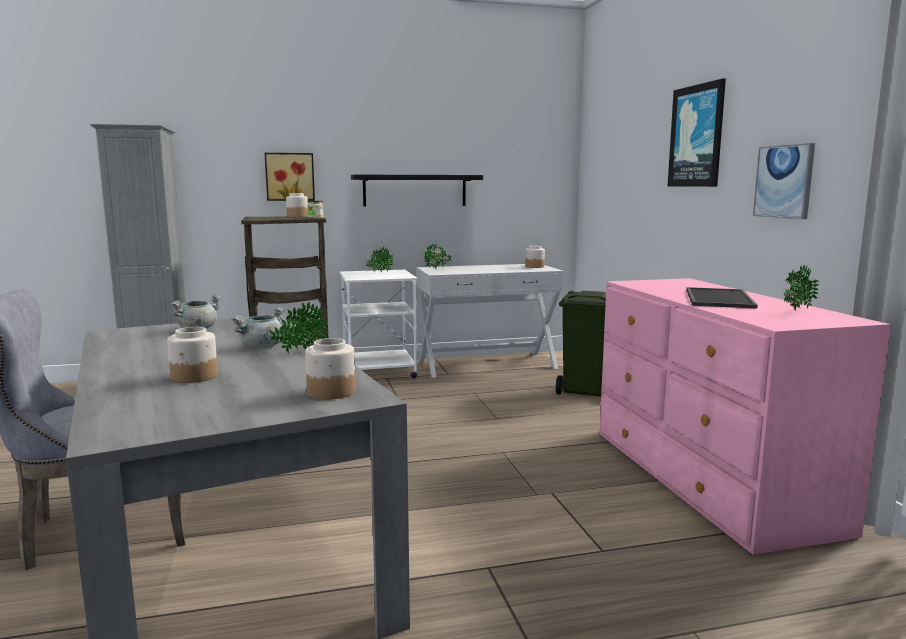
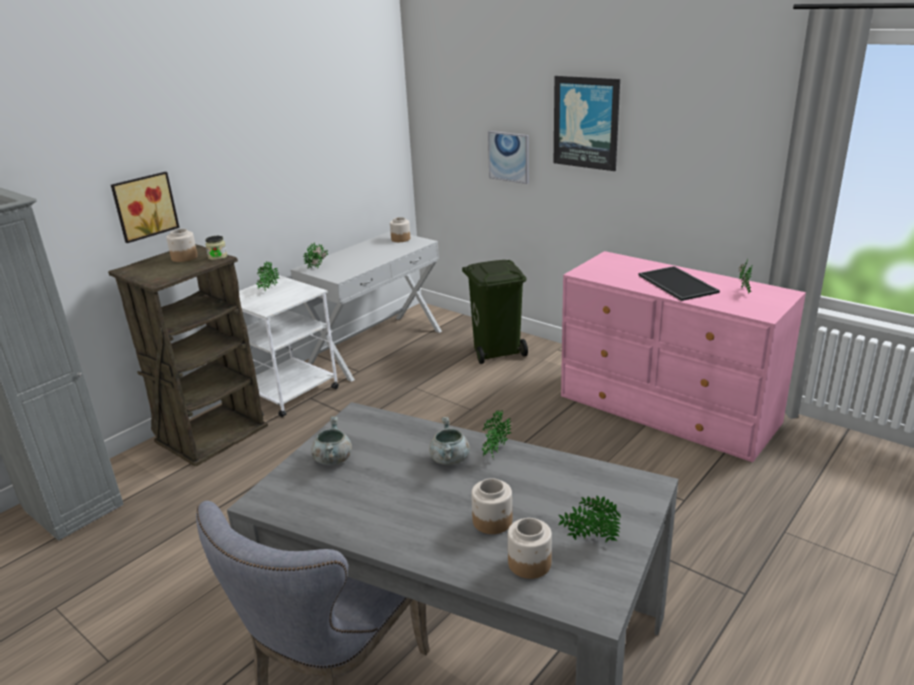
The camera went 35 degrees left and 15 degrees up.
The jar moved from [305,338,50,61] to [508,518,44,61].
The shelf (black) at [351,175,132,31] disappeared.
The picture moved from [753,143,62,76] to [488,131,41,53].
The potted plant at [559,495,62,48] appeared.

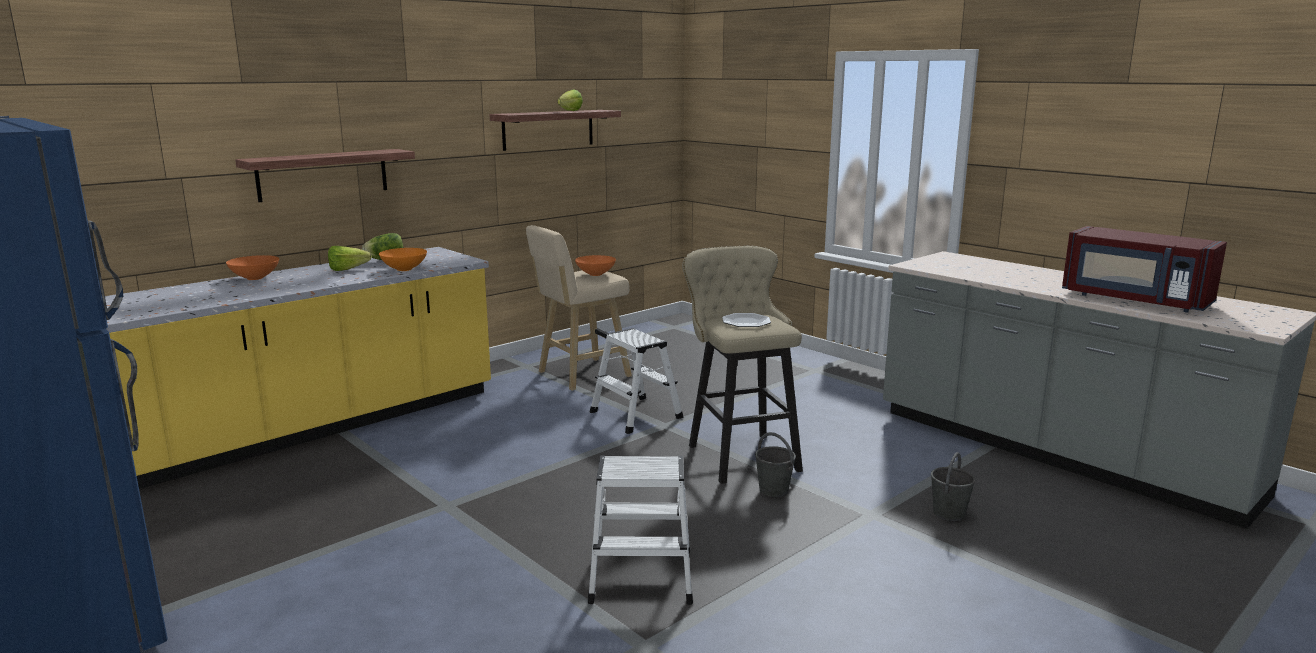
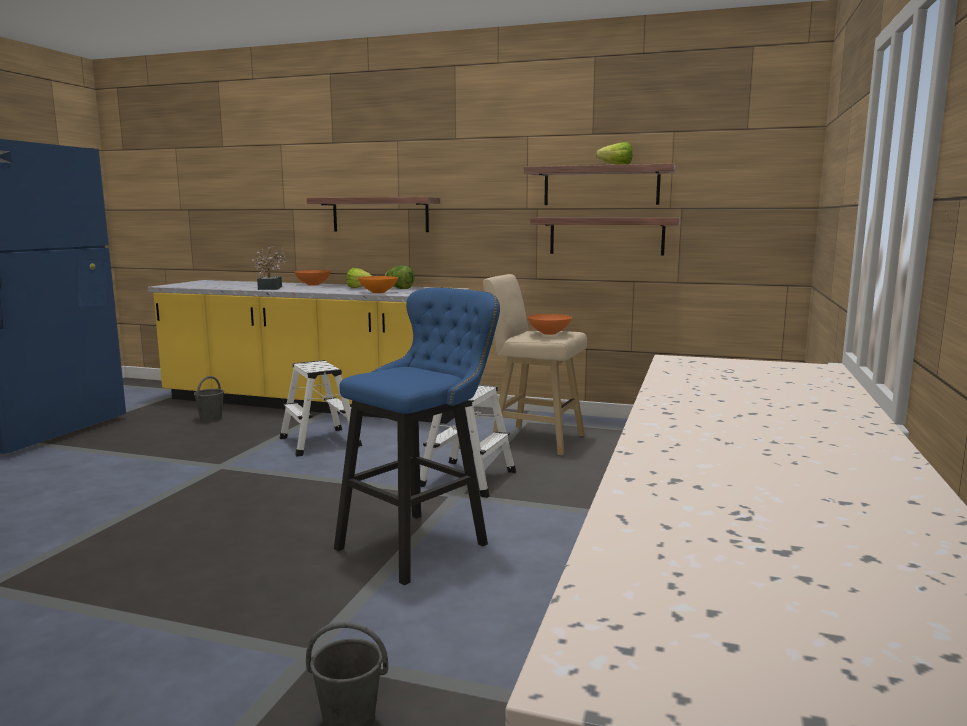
The camera went 60 degrees right and 5 degrees down.
The step ladder (white) moved from [588,455,105,150] to [279,360,83,97].
The stool (beige) at [682,245,121,239] became the stool (blue) at [334,287,166,298].
The plate at [722,313,49,14] disappeared.
The bucket (grey) moved from [755,432,41,65] to [194,376,30,46].
The microwave (red) at [1062,226,165,86] disappeared.
The potted plant at [253,246,33,44] appeared.
The shelf at [530,218,150,38] appeared.

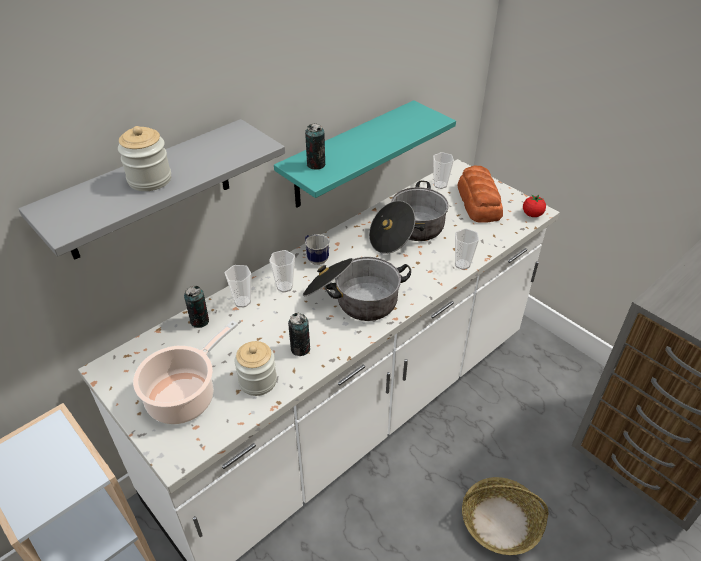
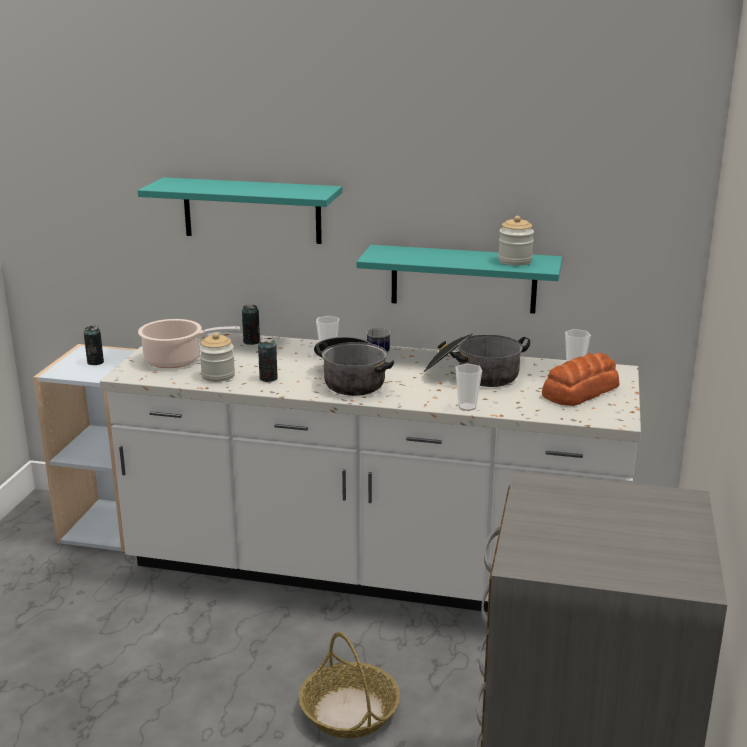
The camera went 55 degrees right and 20 degrees down.
The shelf (grey) at [19,119,266,141] became the shelf (turquoise) at [138,177,204,67].
The jar moved from [118,126,53,65] to [498,216,36,50].
The cup at [225,265,26,42] disappeared.
The can moved from [305,123,20,47] to [84,326,20,39].
The tomato at [523,194,23,23] disappeared.

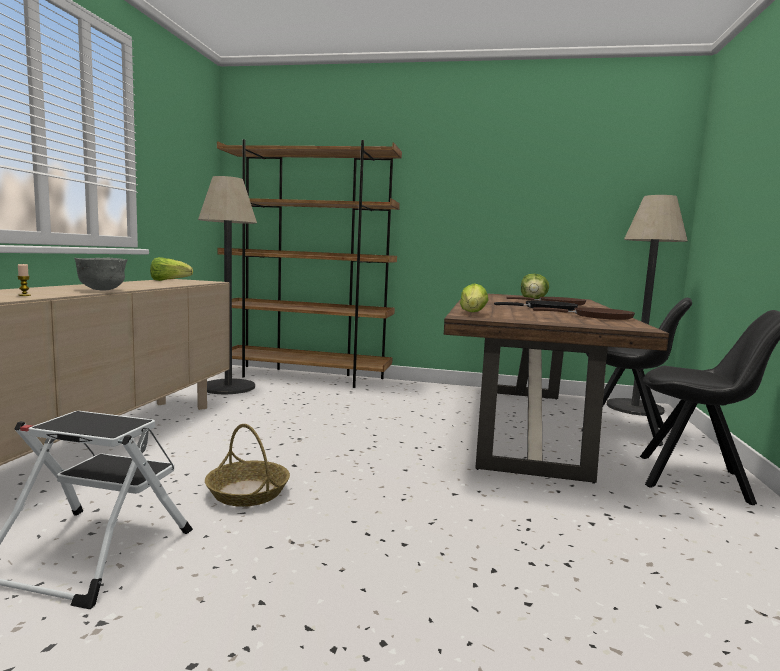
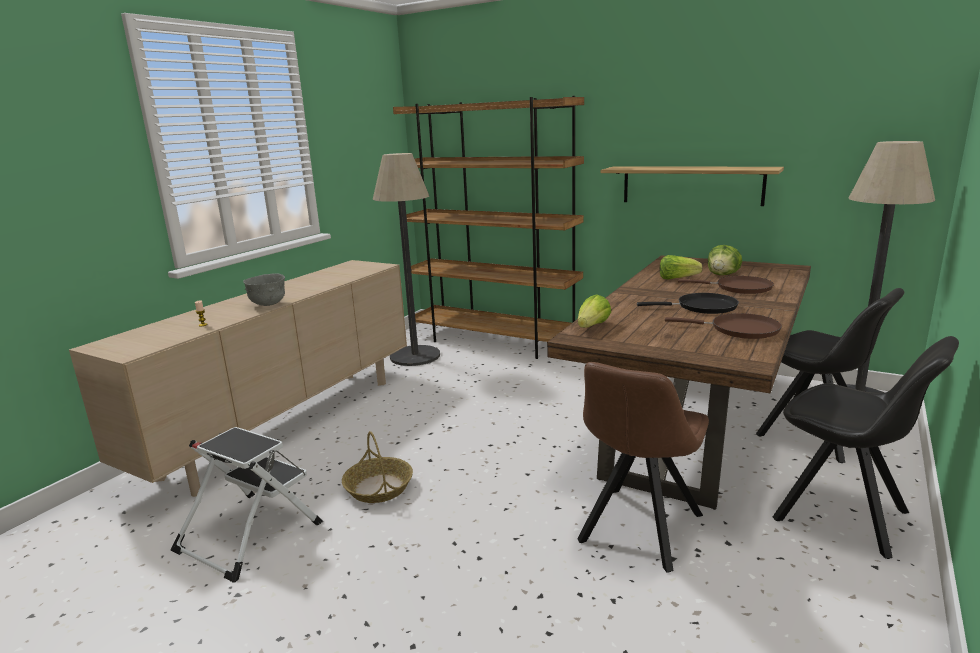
The camera went 20 degrees right and 10 degrees up.
The lettuce moved from [150,257,43,24] to [660,255,42,25].
The chair (brown) at [577,362,132,210] appeared.
The shelf at [601,167,183,39] appeared.

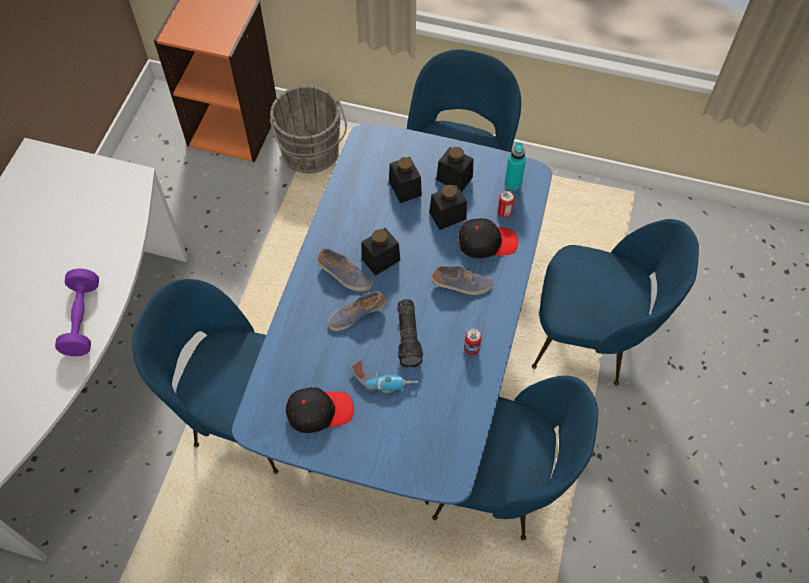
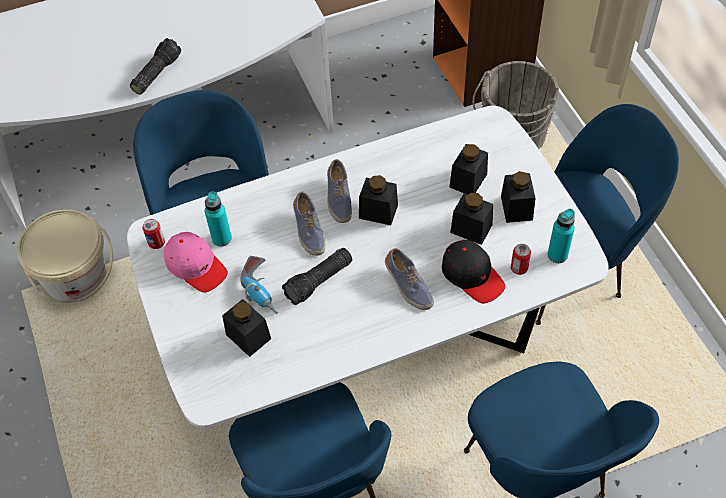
The camera went 55 degrees right and 5 degrees down.
The dumbbell (purple) at [55,269,44,87] was replaced by the flashlight at [130,38,51,57].
The dining table (blue) at [232,124,320,381] became the dining table (white) at [127,106,482,323].
The cap (black) at [286,387,68,46] became the cap (pink) at [163,232,65,61].
The shoe at [328,291,58,40] turned 135 degrees counterclockwise.
The can moved from [464,329,18,26] to [142,219,23,30].
The bucket (beige) at [17,209,96,94] appeared.
The bottle (turquoise) at [205,191,27,56] appeared.
The jar (black) at [222,299,49,58] appeared.

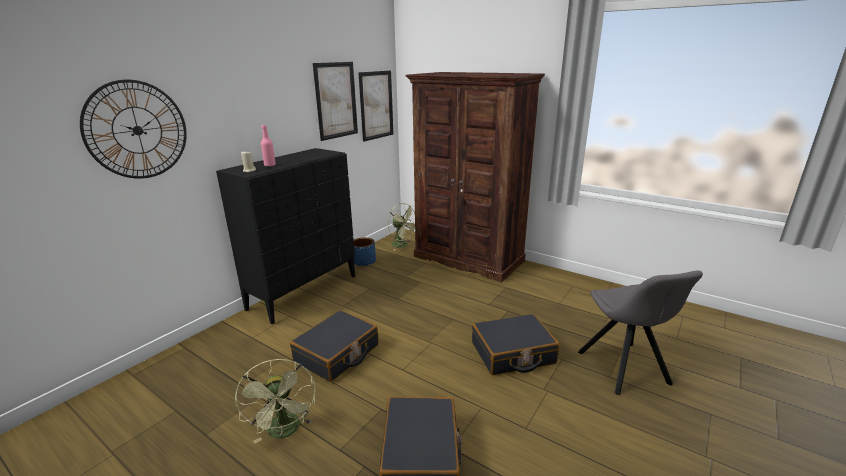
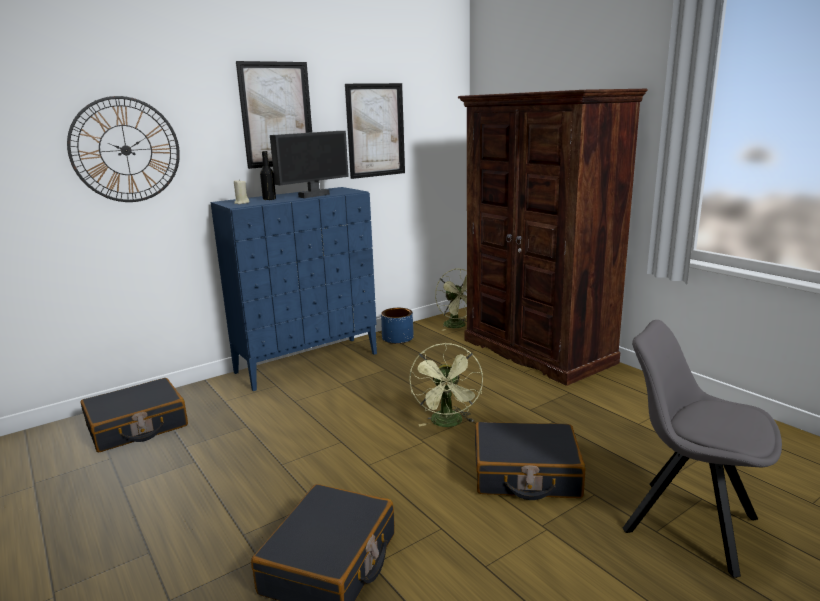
The camera went 20 degrees right and 5 degrees down.
The dresser (black) at [216,148,139,176] became the dresser (blue) at [211,187,166,204].
The fan (green) moved from [235,359,81,85] to [409,343,74,84].
The bottle (pink) at [261,125,15,42] became the bottle (black) at [260,151,16,49].
The suitcase (black) moved from [290,310,88,72] to [81,378,107,74].
The picture moved from [358,71,35,70] to [236,61,76,108].
The chair (grey) at [578,271,125,124] turned 120 degrees clockwise.
The monitor at [270,131,79,67] appeared.

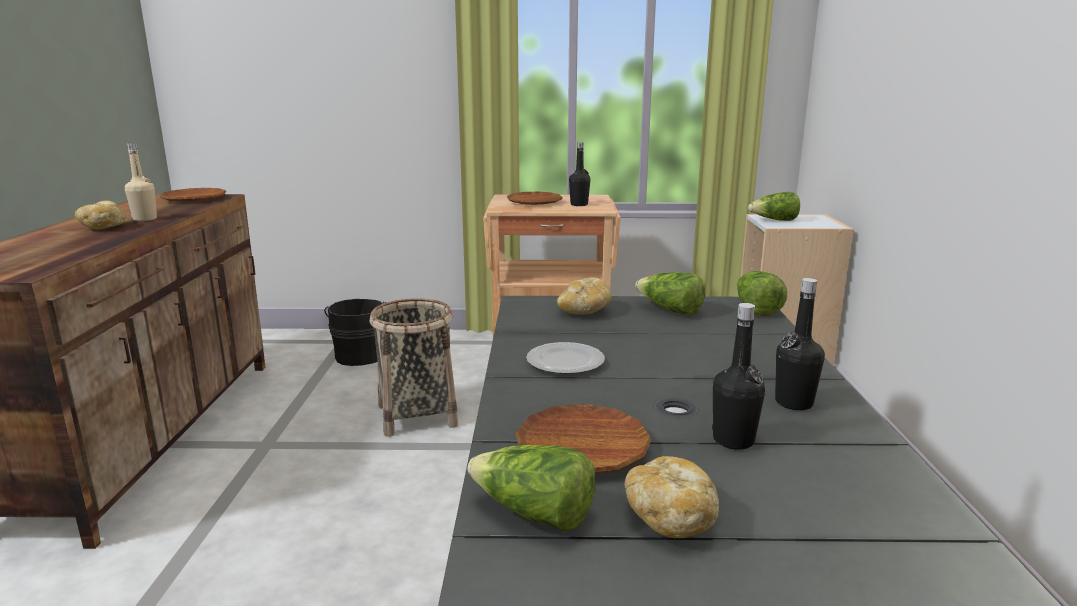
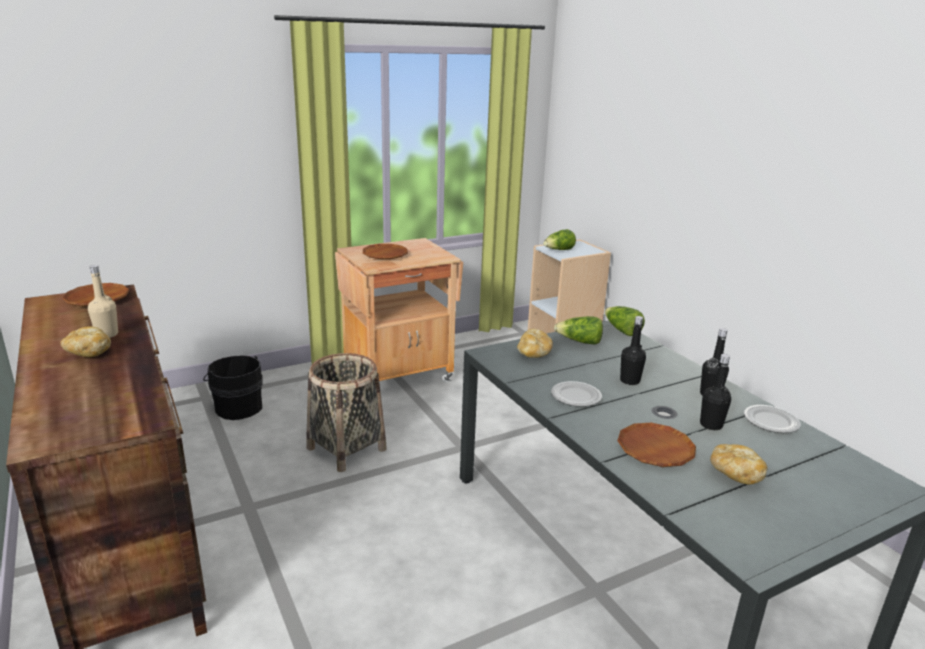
The camera went 30 degrees left and 5 degrees up.
The lettuce at [467,445,128,87] disappeared.
The bottle (black) moved from [569,142,21,64] to [620,316,26,69].
The plate at [744,405,57,28] appeared.

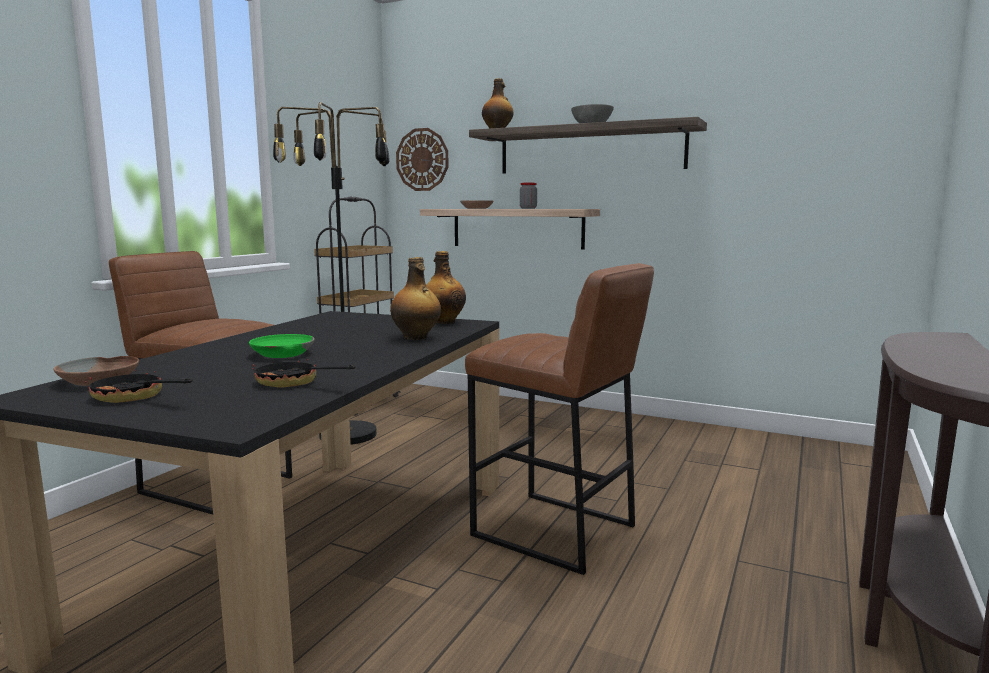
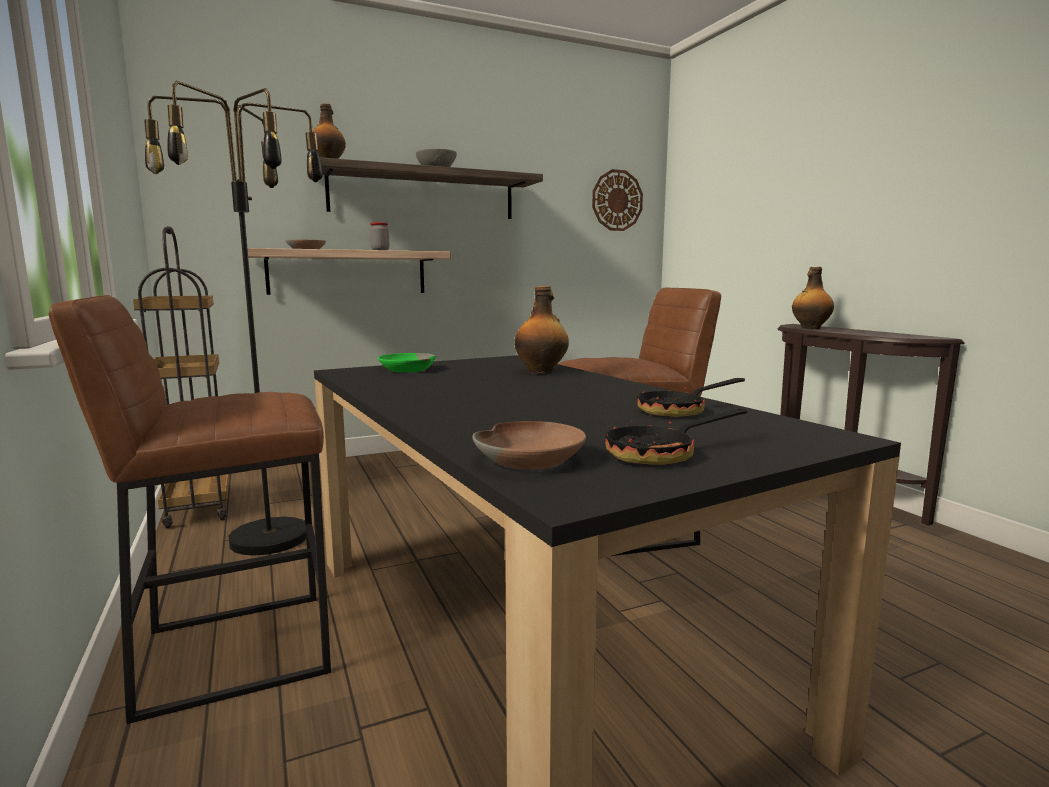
The camera went 50 degrees left and 0 degrees up.
The bowl (green) moved from [249,334,66,24] to [378,353,58,20].
The wall clock moved from [396,128,52,63] to [592,169,51,62].
The bottle moved from [426,251,40,73] to [792,267,42,62].

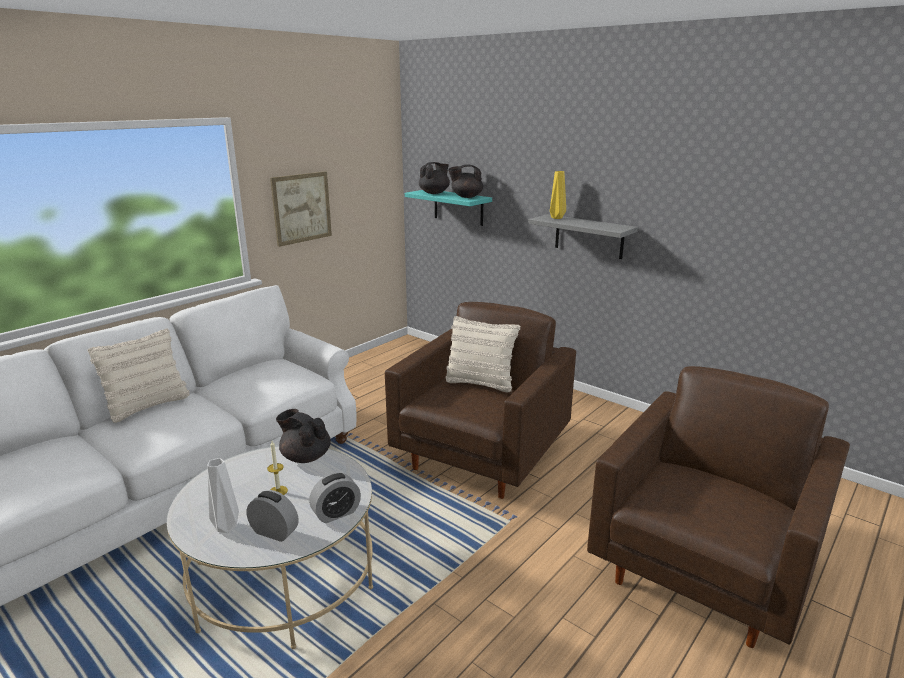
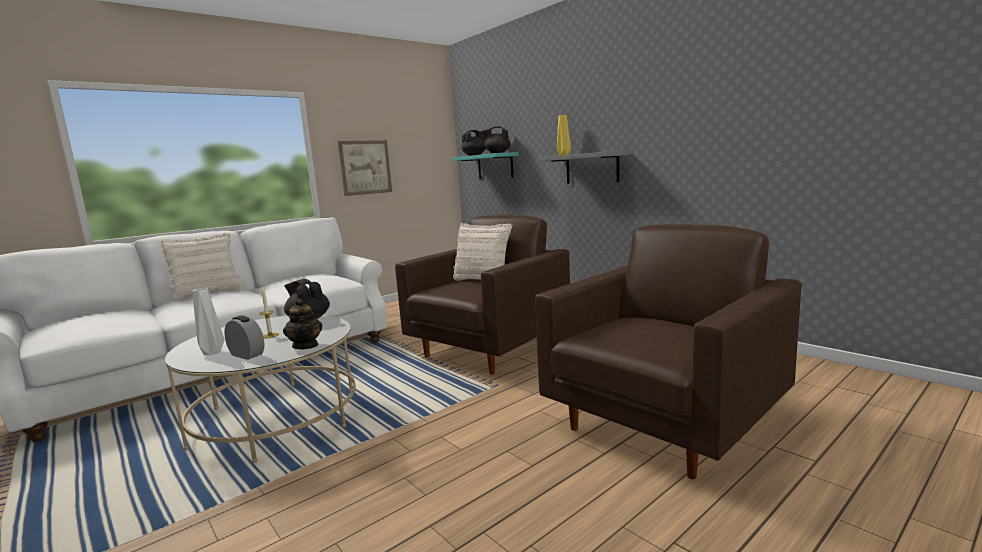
The camera went 10 degrees right and 10 degrees down.
The alarm clock at [309,473,52,50] was replaced by the teapot at [283,298,40,51].

